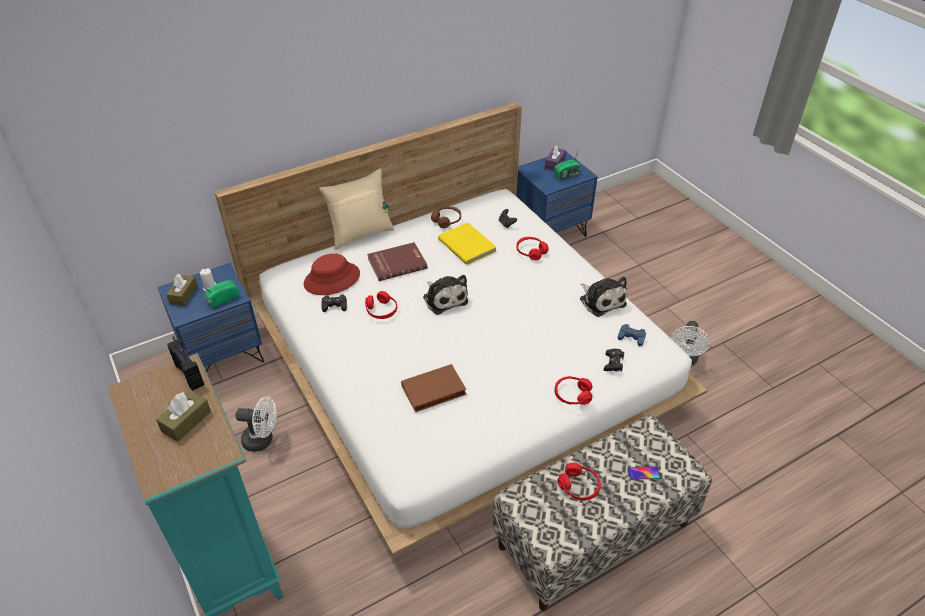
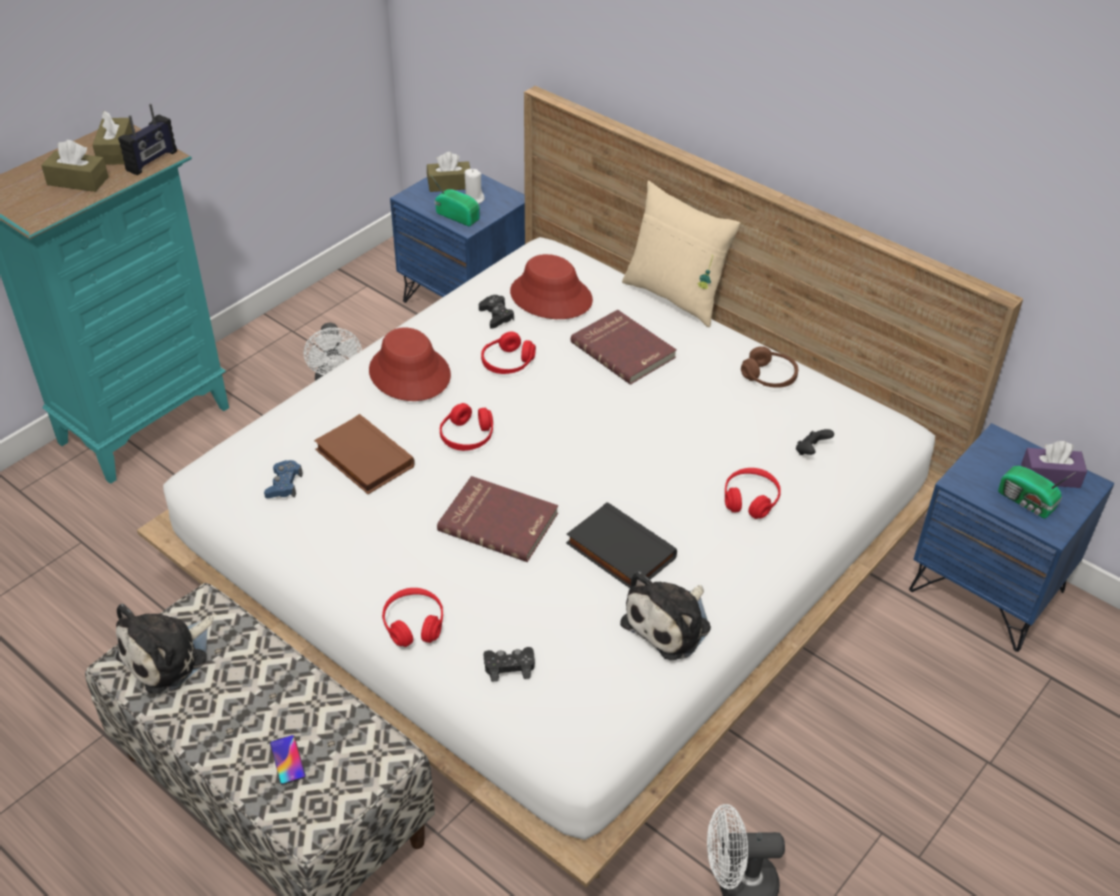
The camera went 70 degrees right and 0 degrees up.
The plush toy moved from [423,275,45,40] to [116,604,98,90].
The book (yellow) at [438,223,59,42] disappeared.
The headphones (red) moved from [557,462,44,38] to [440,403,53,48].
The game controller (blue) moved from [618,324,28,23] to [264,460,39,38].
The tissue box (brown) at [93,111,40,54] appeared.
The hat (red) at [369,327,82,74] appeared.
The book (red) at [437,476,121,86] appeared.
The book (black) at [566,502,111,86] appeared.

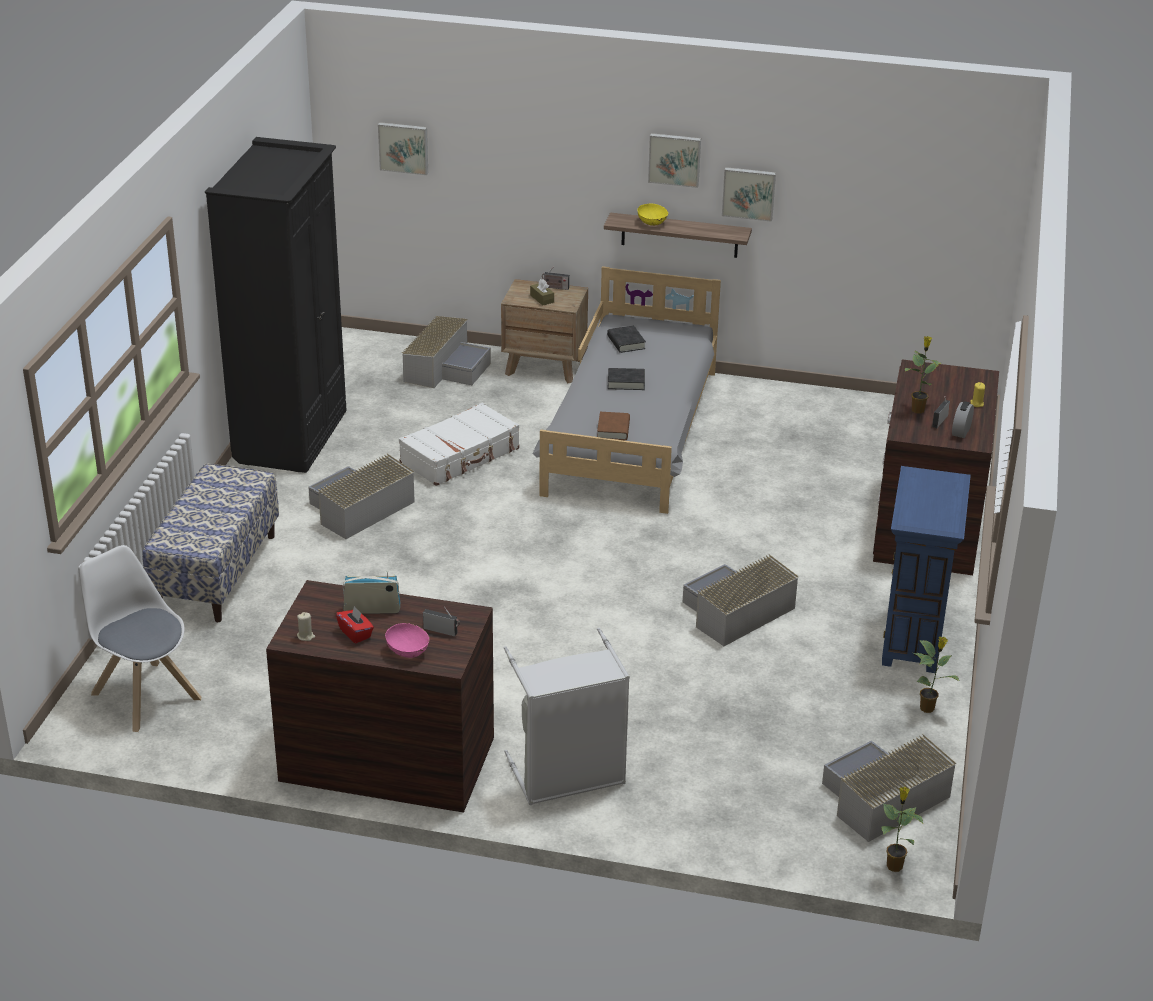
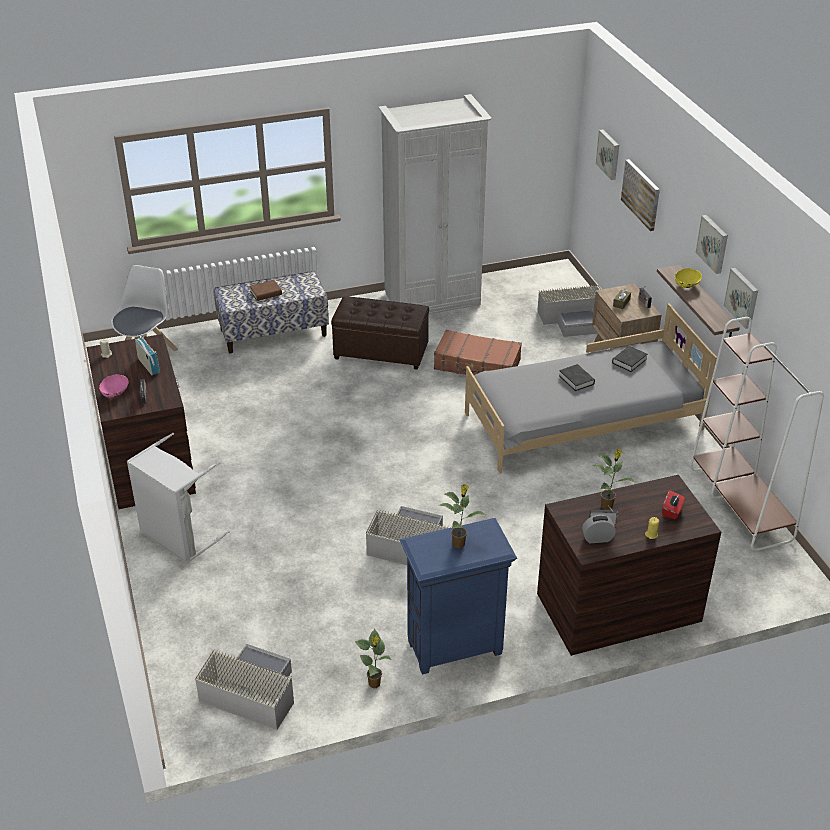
The camera went 60 degrees right and 5 degrees up.
The wardrobe (black) at [205,137,142,336] became the wardrobe (white) at [379,94,112,220].
The storage box (grey) at [309,454,106,85] was replaced by the ottoman (brown) at [331,296,98,74].
The tissue box (red) moved from [336,606,38,37] to [662,490,23,29].
The suitcase (white) at [399,403,120,83] became the suitcase (brown) at [434,330,88,45].
The book (brown) moved from [597,412,33,28] to [250,280,32,21].
The potted plant moved from [882,787,41,85] to [439,484,47,64].
The picture at [621,159,39,72] appeared.
The clothes rack (brown) at [690,317,134,234] appeared.

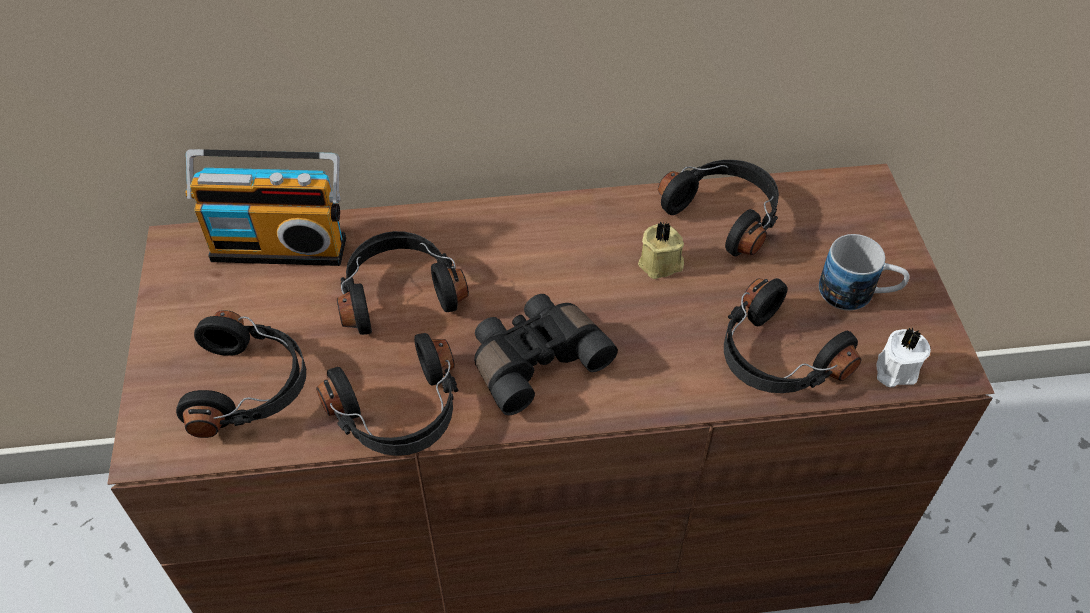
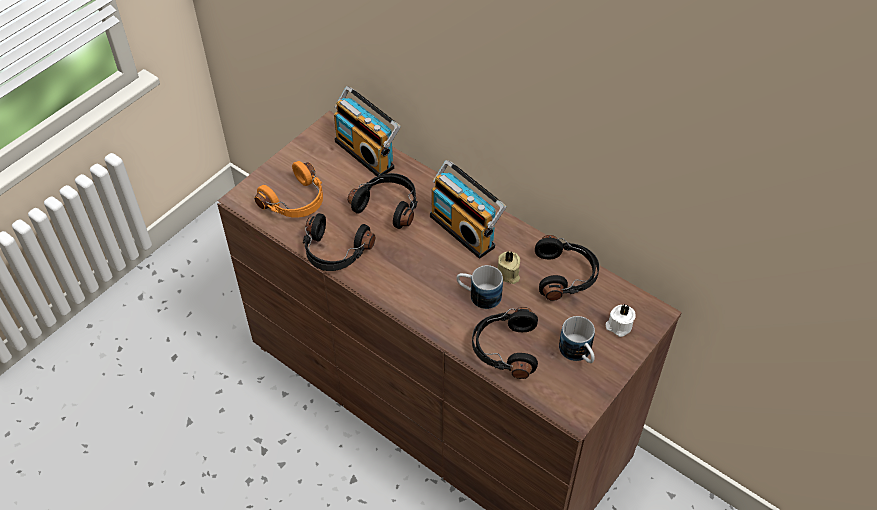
The camera went 45 degrees right and 0 degrees up.
The headphones (black) at [176,310,130,128] became the headphones (orange) at [254,161,69,57].
The binoculars (black) at [474,294,144,121] disappeared.
The candle (white) moved from [877,327,54,60] to [606,304,30,33].
The radio at [430,160,76,99] appeared.
The mug at [457,265,46,44] appeared.

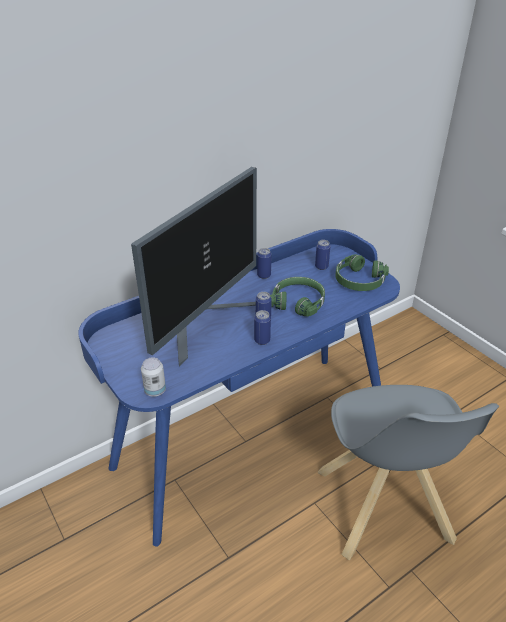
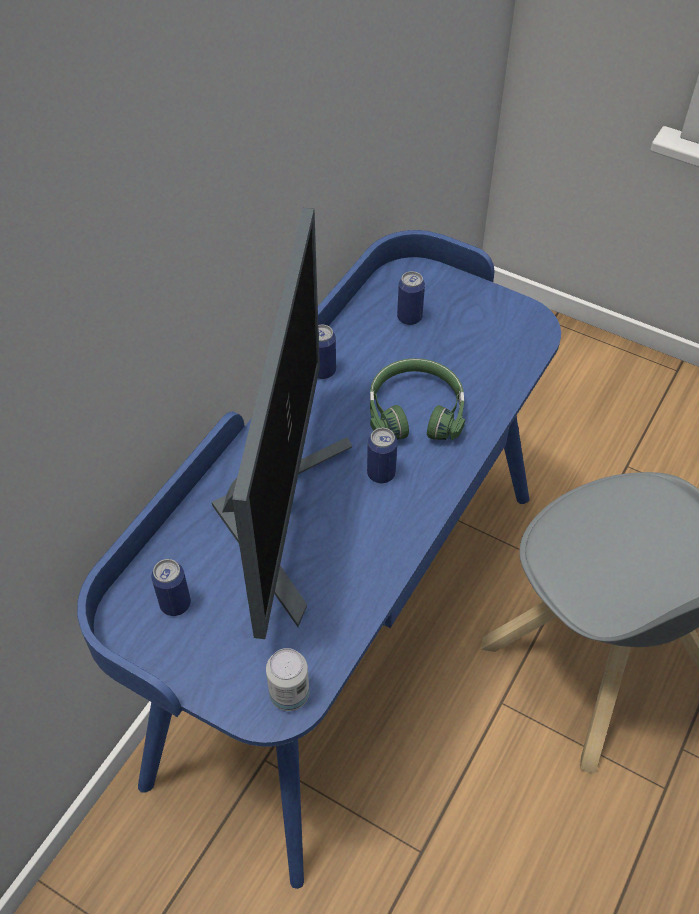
The camera went 25 degrees left and 15 degrees up.
The can moved from [254,310,17,35] to [151,559,40,57].
The headphones (green) at [336,255,53,36] disappeared.

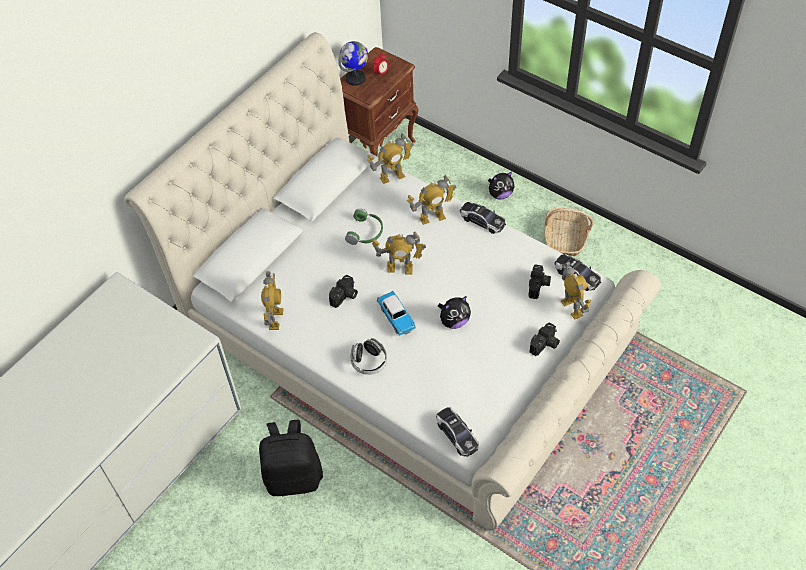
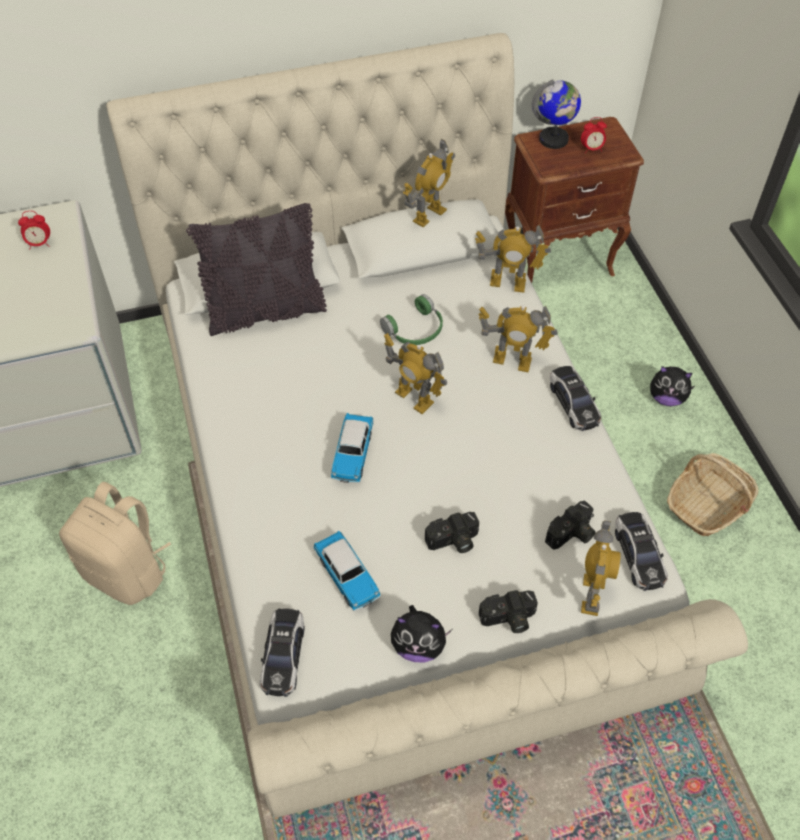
The camera went 35 degrees right and 0 degrees up.
The backpack (black) at [259,420,64,76] became the backpack (beige) at [59,482,112,123].
The toy robot moved from [261,271,22,59] to [403,139,52,88].
The photo camera moved from [329,275,29,33] to [425,512,54,41].
The headphones at [350,338,37,37] disappeared.
The plush toy moved from [438,296,33,33] to [391,605,61,57].
The alarm clock at [18,211,32,39] appeared.
The pillow (black) at [186,203,141,133] appeared.
The toy car at [313,531,68,80] appeared.

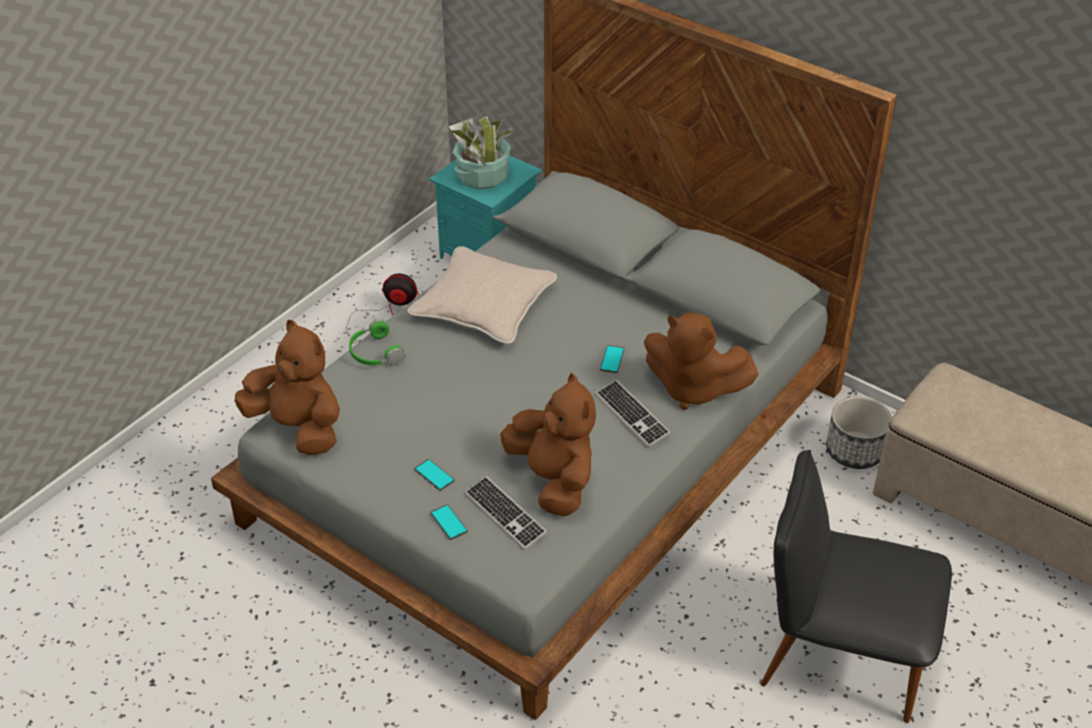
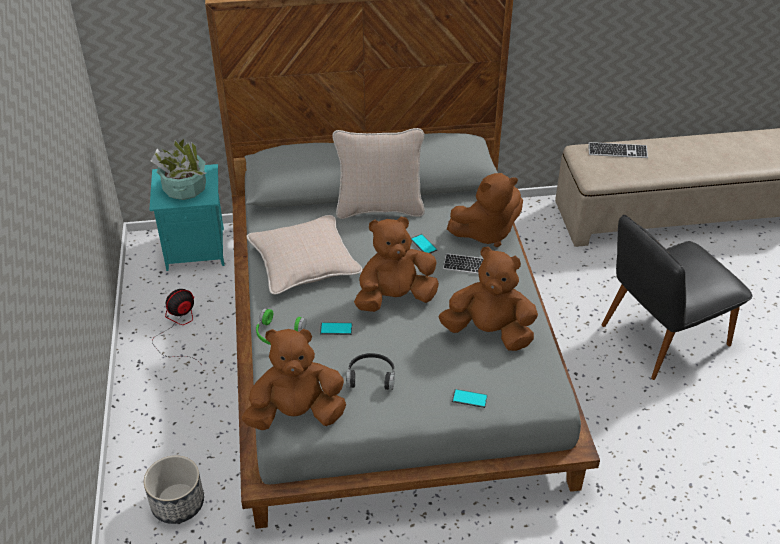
The camera went 45 degrees left and 0 degrees up.
The phone moved from [414,459,41,32] to [320,322,32,13].
The keyboard moved from [465,476,82,73] to [588,142,60,16].
The planter moved from [826,397,66,72] to [144,455,60,69].
The pillow (beige) at [332,128,93,91] appeared.
The headphones (black) at [346,353,49,37] appeared.
The plush toy (brown) at [354,217,85,95] appeared.

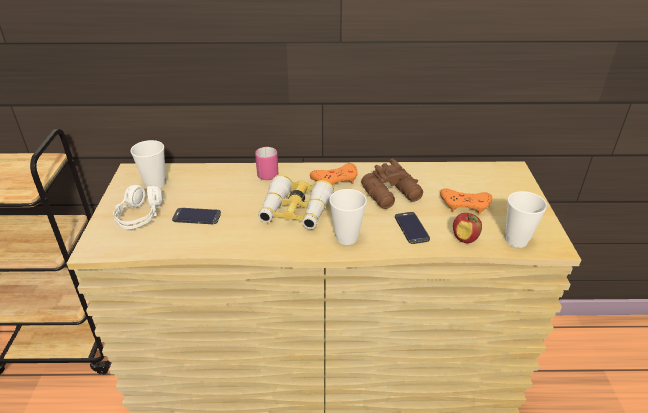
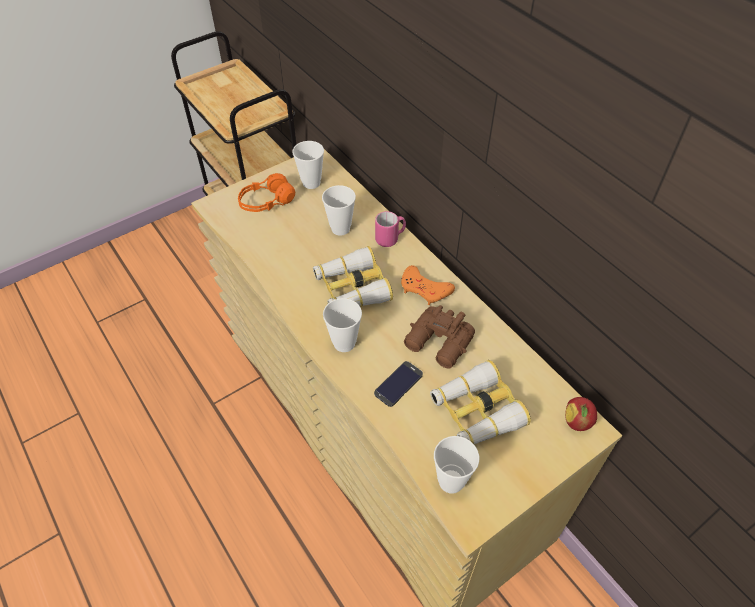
The camera went 55 degrees right and 15 degrees up.
The headphones (white) at [113,185,50,44] became the headphones (orange) at [238,173,57,39].
The phone at [172,208,49,16] disappeared.
The game controller (orange) at [440,188,52,27] was replaced by the binoculars at [430,360,101,84].
The apple moved from [453,213,29,30] to [565,397,32,34].
The cup at [322,185,34,51] appeared.

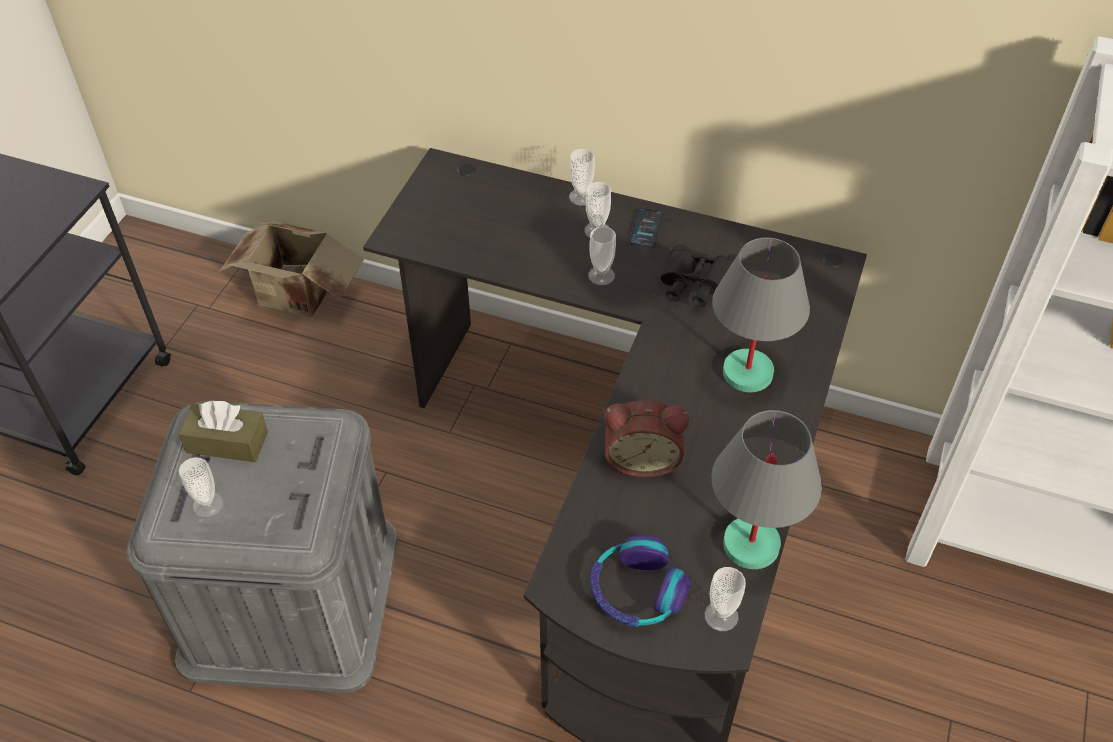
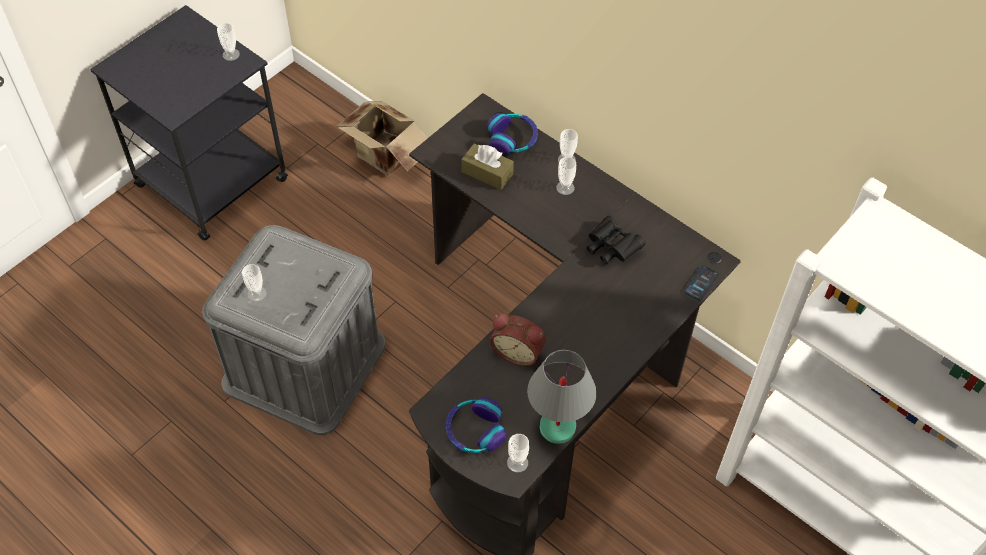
The camera went 20 degrees right and 5 degrees up.
The tissue box (brown) moved from [178,400,90,62] to [462,143,52,47].
The cup moved from [588,226,28,59] to [217,23,23,38].
The phone moved from [629,208,34,40] to [684,266,35,35].
The table lamp (grey) at [712,238,98,154] disappeared.
The headphones at [487,113,51,41] appeared.

